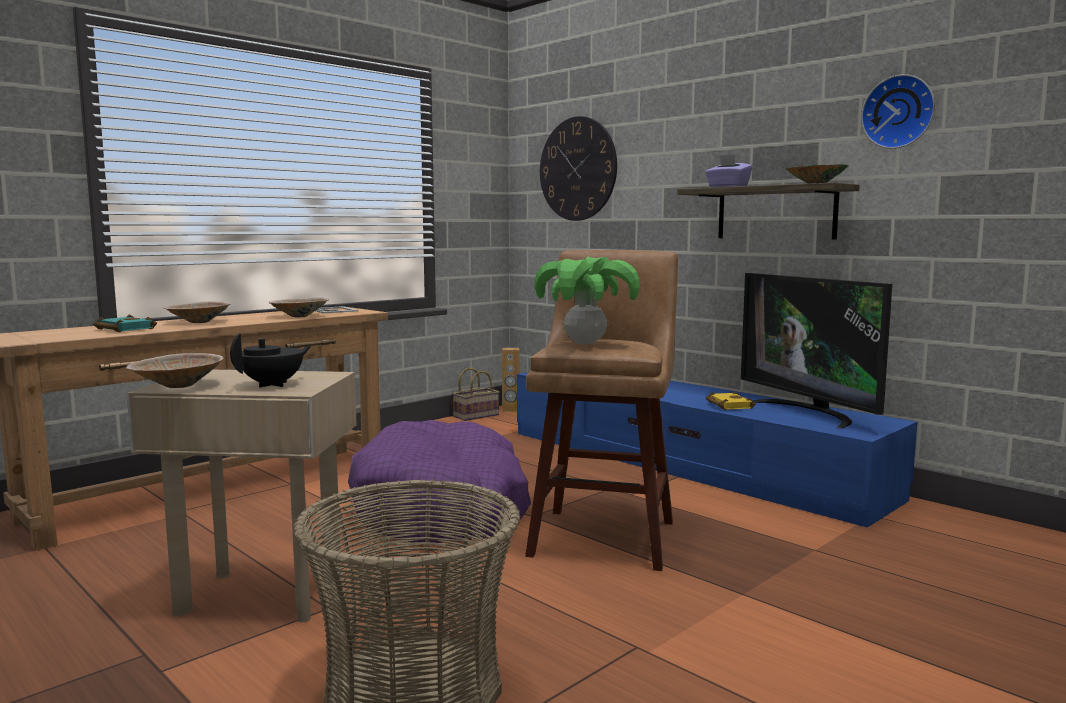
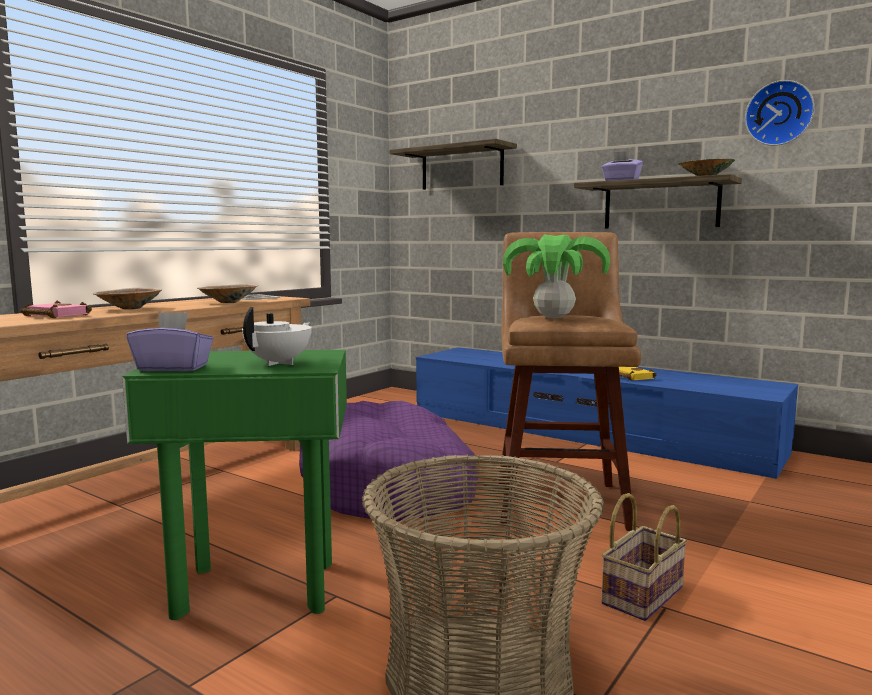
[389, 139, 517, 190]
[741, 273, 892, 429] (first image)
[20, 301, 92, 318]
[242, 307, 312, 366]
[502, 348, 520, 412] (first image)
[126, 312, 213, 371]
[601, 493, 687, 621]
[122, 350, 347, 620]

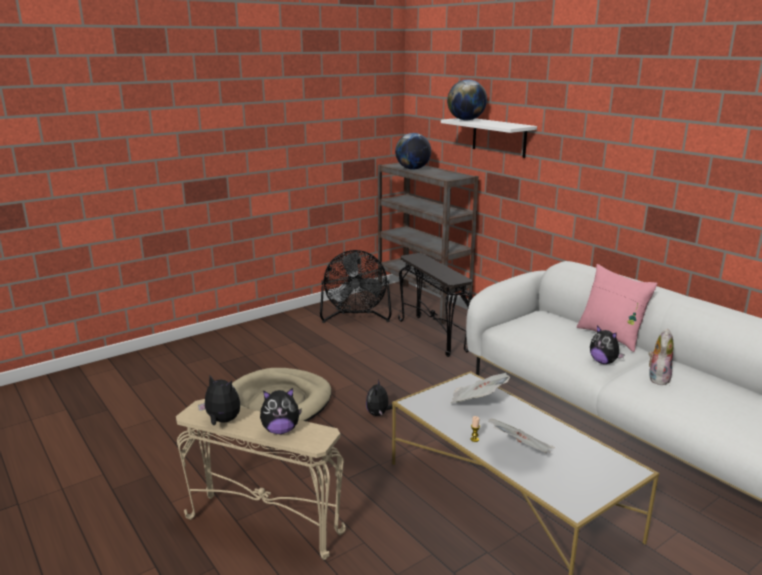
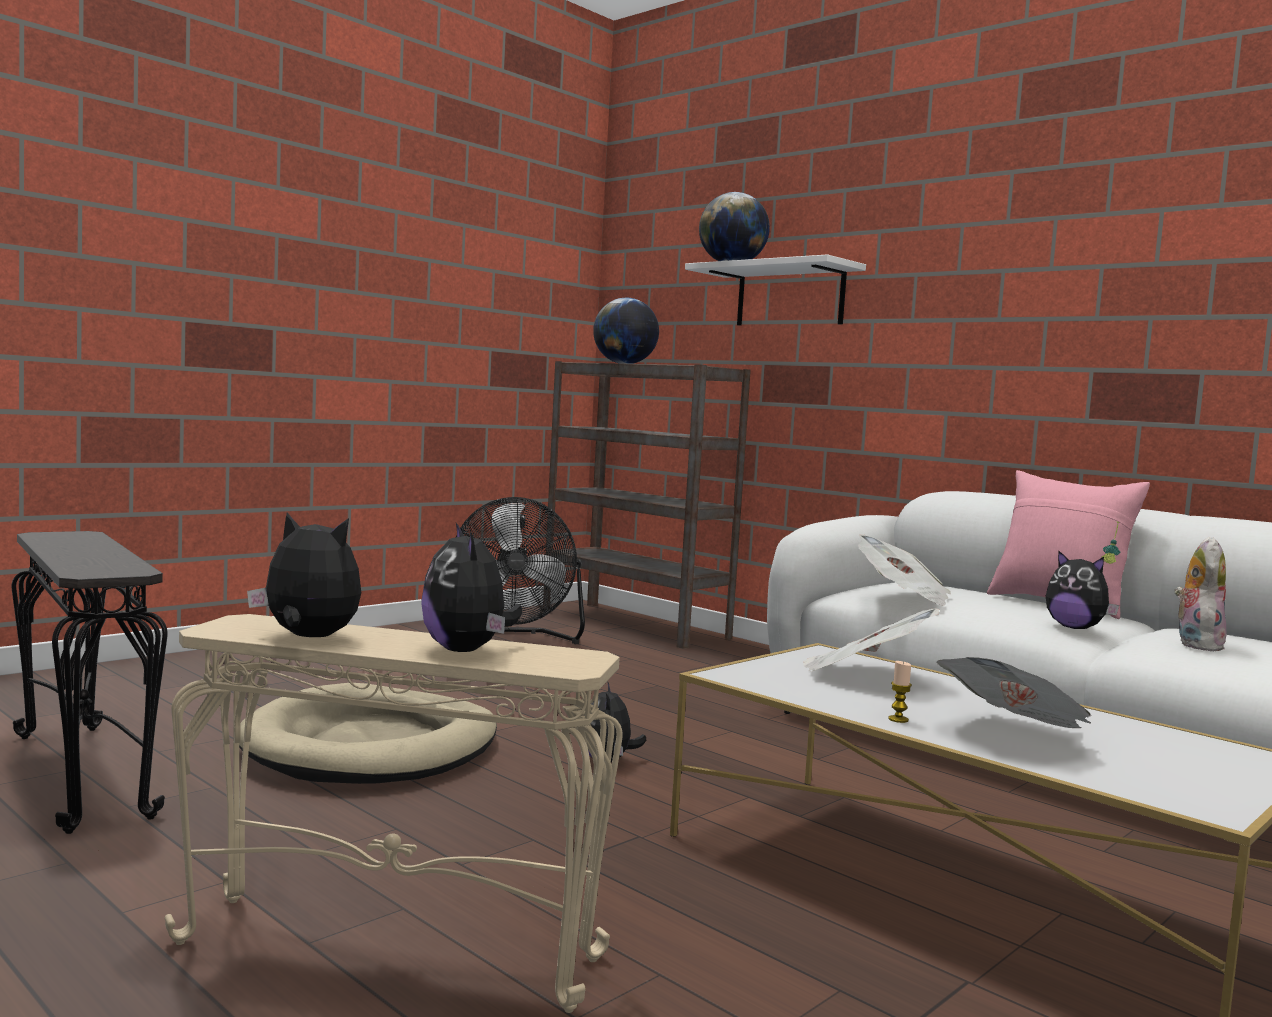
[11, 531, 168, 834]
[421, 523, 522, 652]
[858, 534, 951, 606]

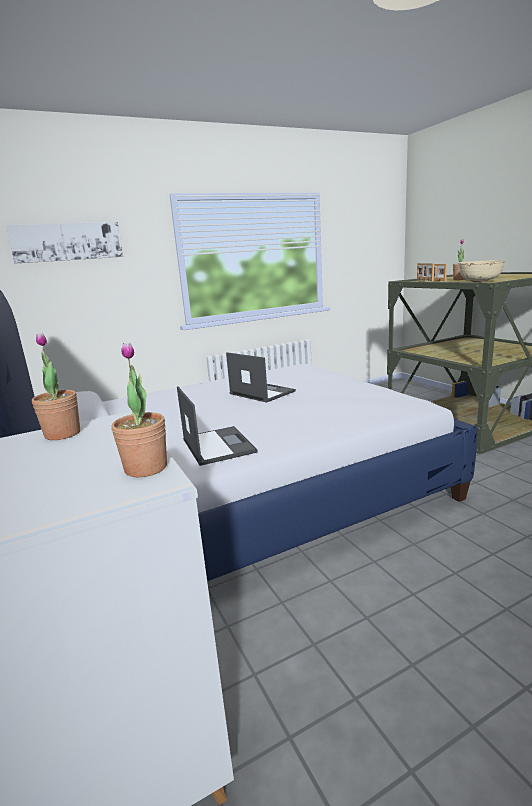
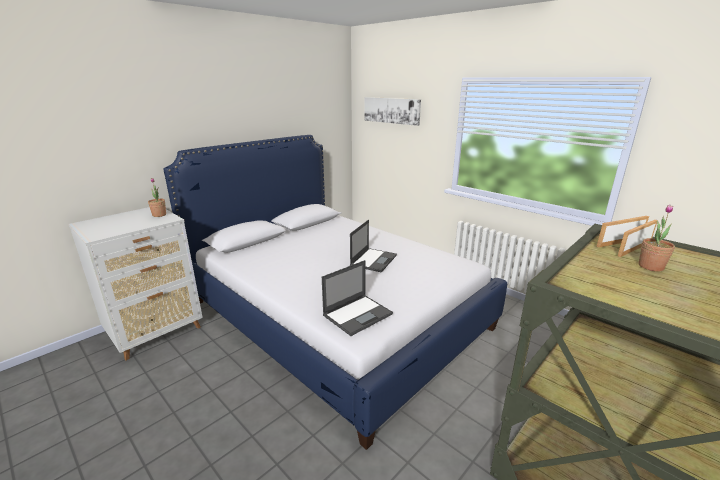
[458, 260, 505, 282] (first image)
[112, 343, 167, 478] (first image)
[322, 260, 393, 336]

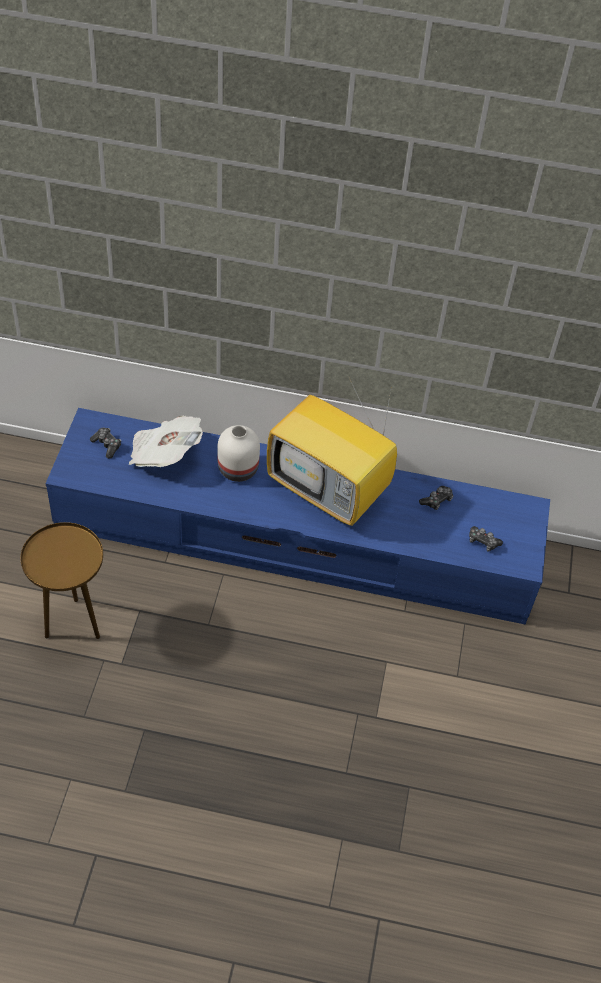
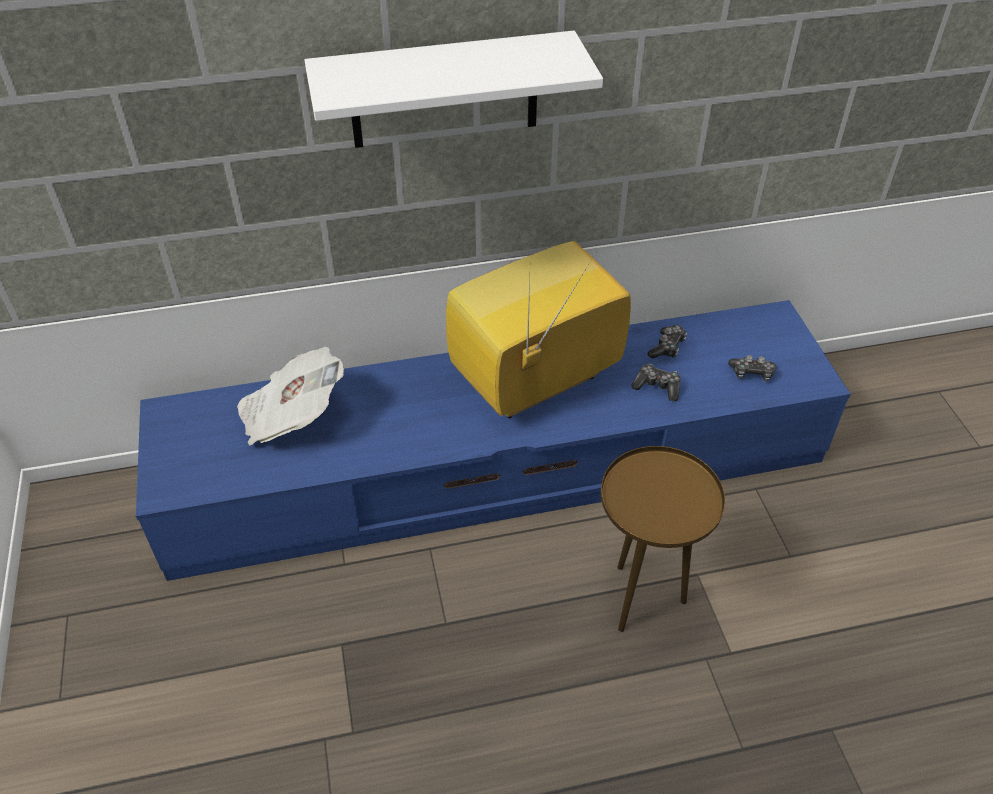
[446, 241, 631, 418]
[217, 425, 260, 482] (first image)
[631, 364, 681, 402]
[601, 446, 725, 632]
[305, 31, 603, 148]

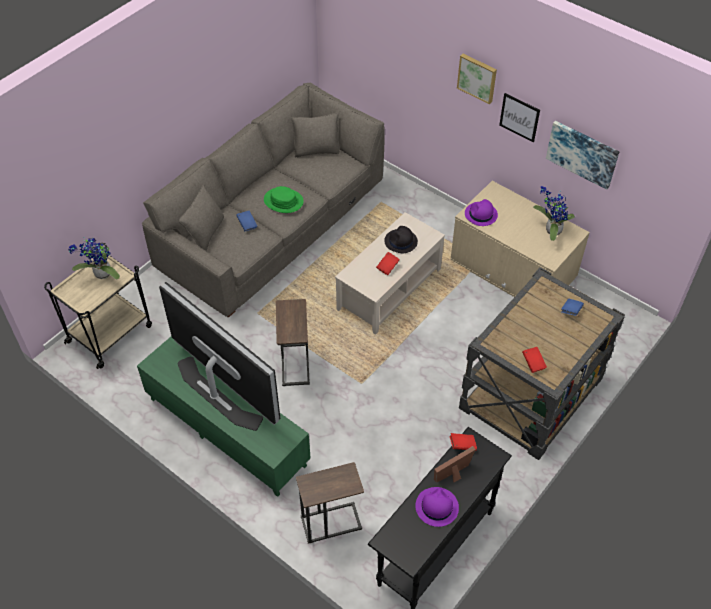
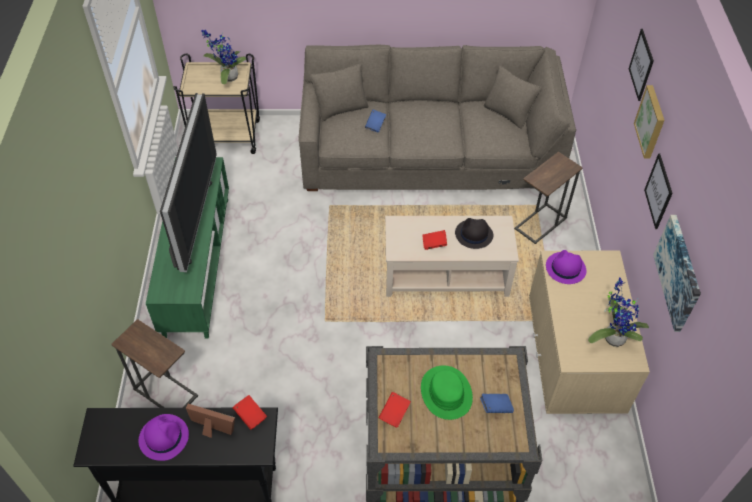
[421, 366, 473, 420]
[514, 152, 583, 244]
[629, 29, 654, 101]

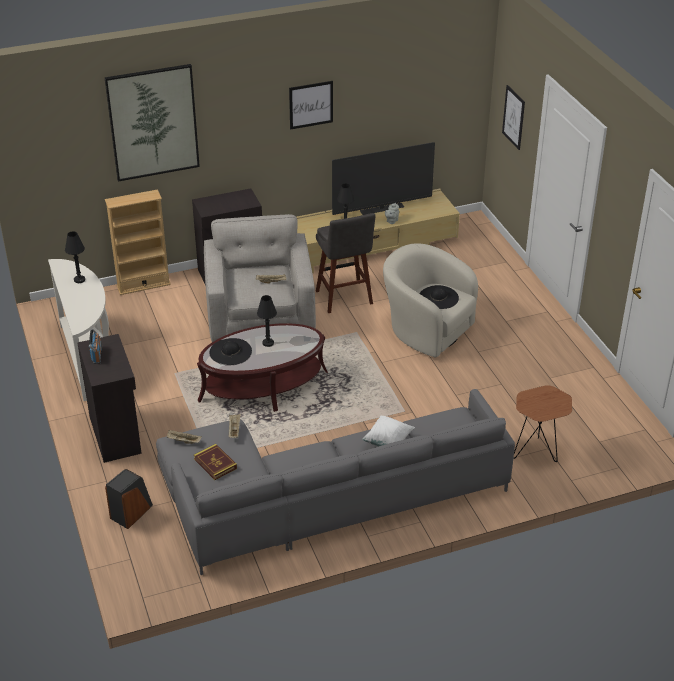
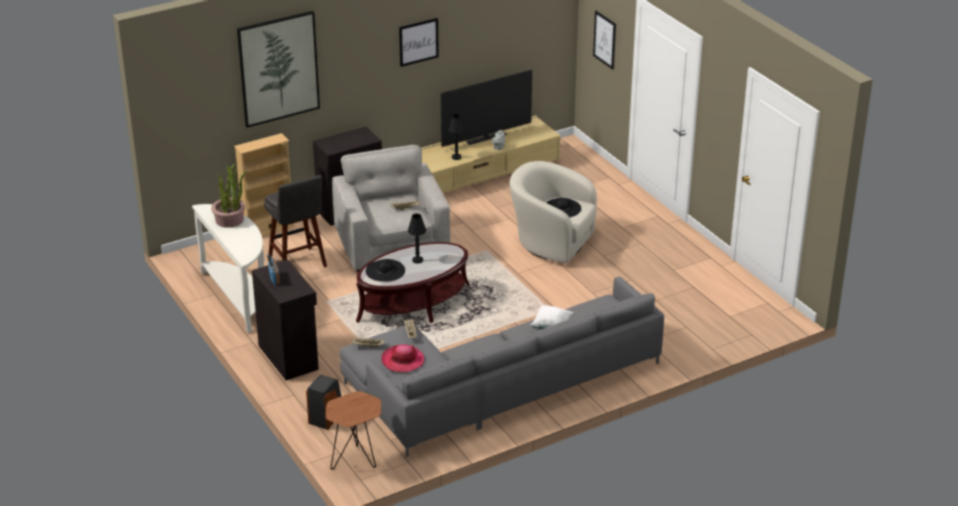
[264, 175, 327, 267]
[211, 164, 246, 227]
[326, 391, 381, 469]
[381, 344, 424, 372]

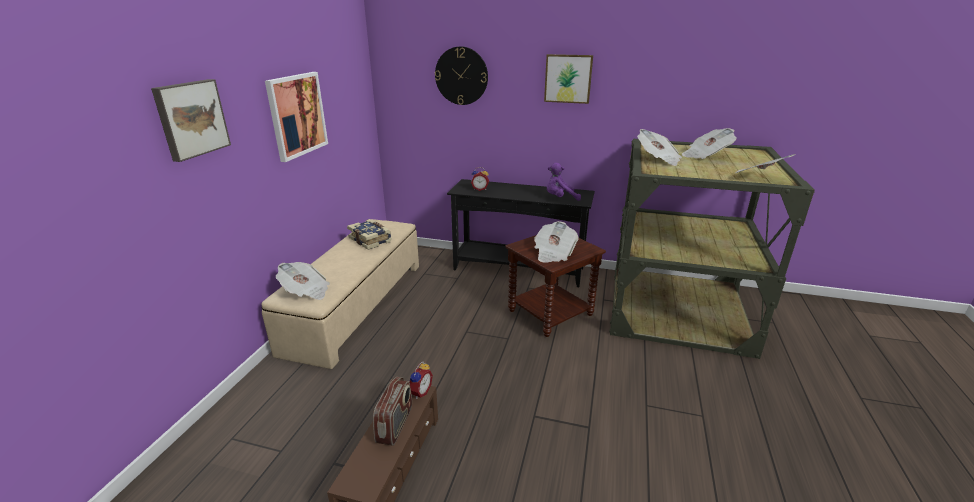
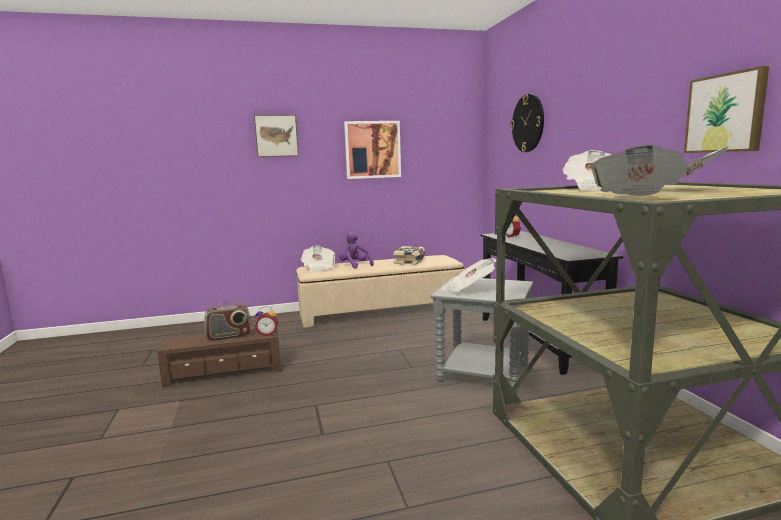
[684, 66, 769, 153]
[339, 232, 374, 268]
[430, 276, 533, 393]

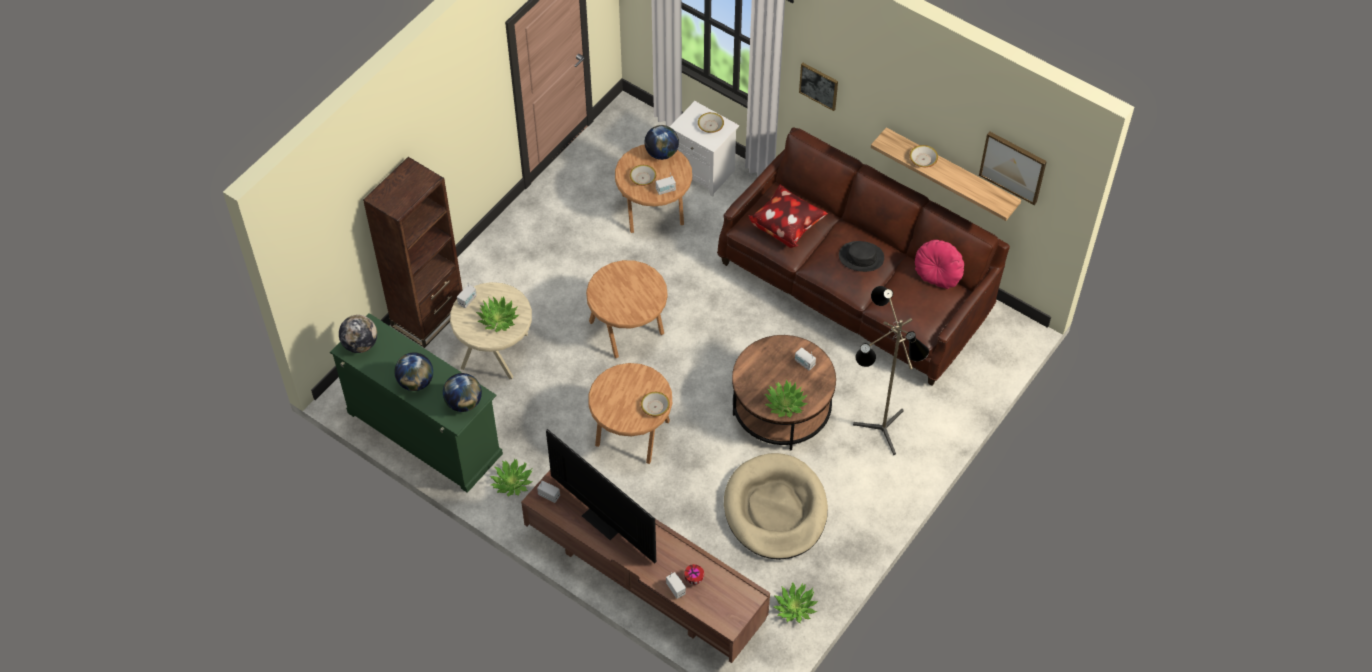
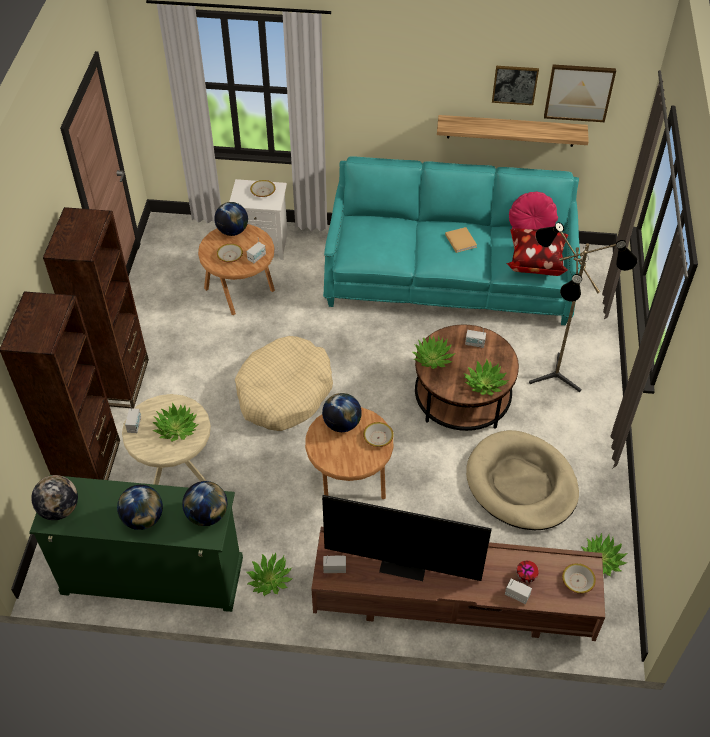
[492, 66, 539, 105]
[323, 156, 581, 325]
[562, 563, 596, 594]
[506, 229, 568, 276]
[445, 227, 477, 253]
[235, 336, 333, 431]
[43, 207, 149, 409]
[412, 336, 455, 369]
[322, 393, 362, 432]

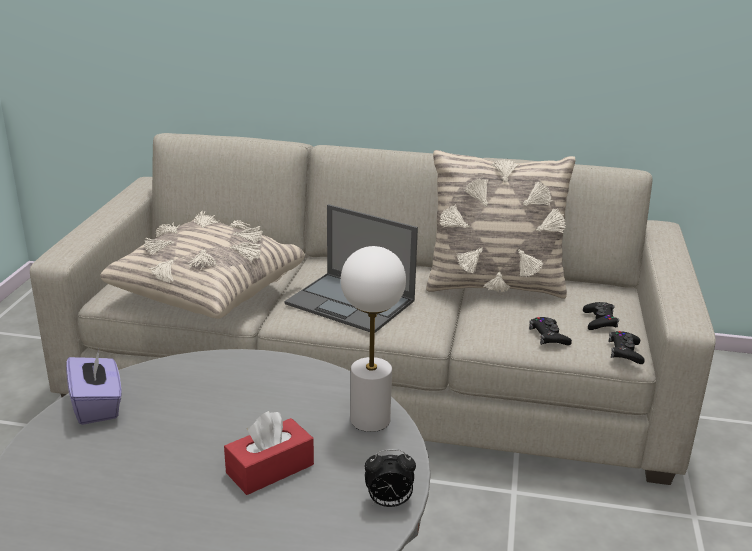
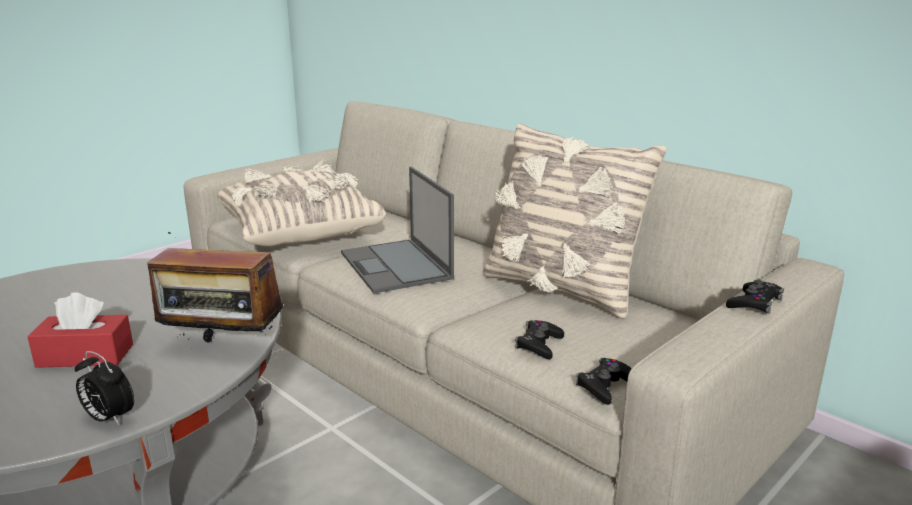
[148, 232, 283, 343]
[726, 280, 784, 314]
[66, 349, 122, 425] (first image)

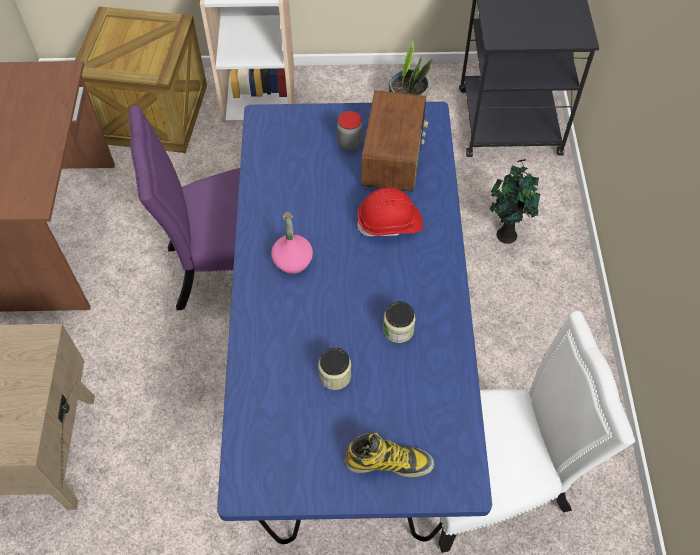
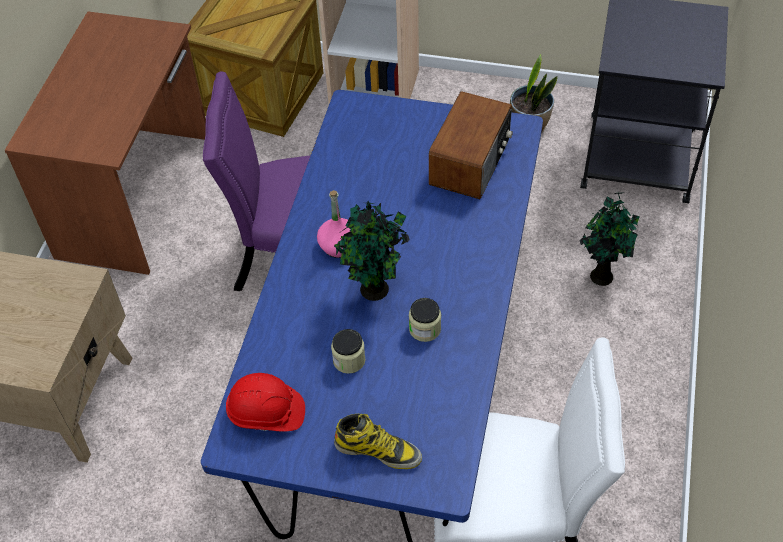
[337, 111, 362, 151] (first image)
[226, 373, 305, 432]
[334, 201, 409, 301]

